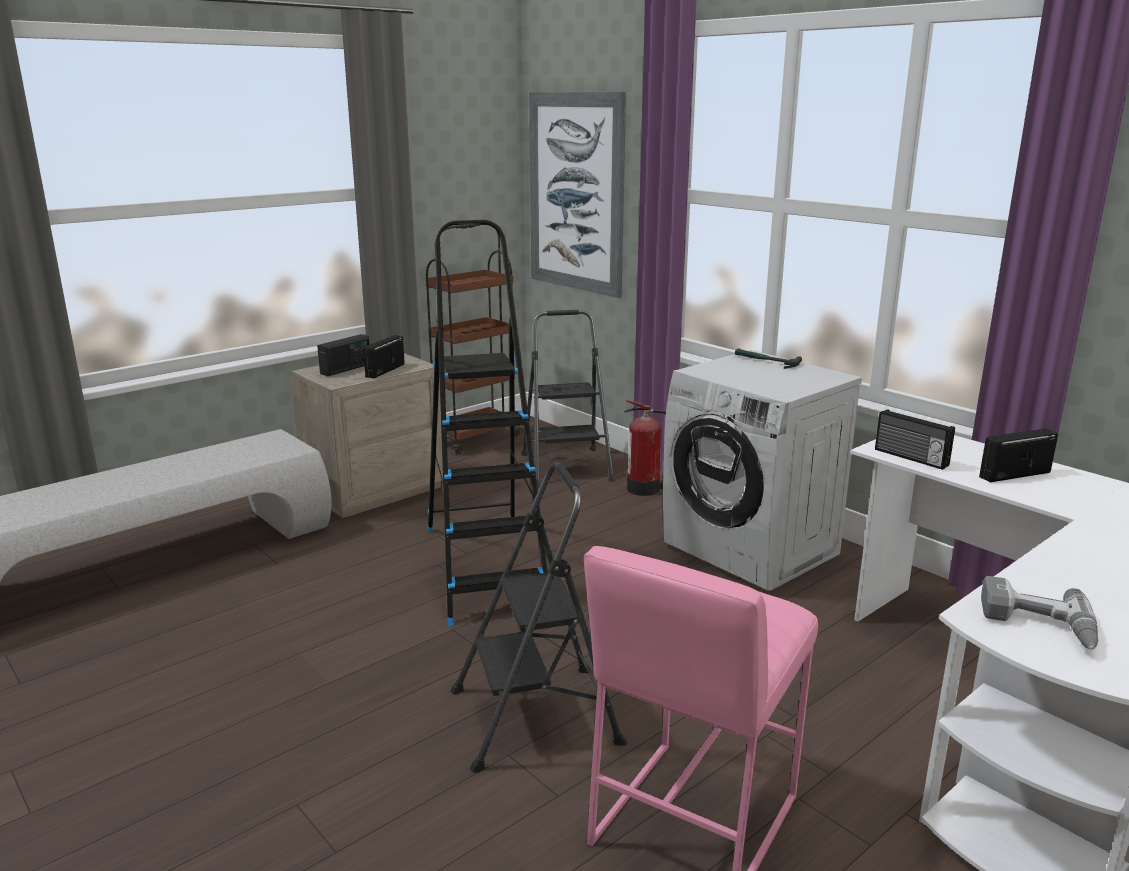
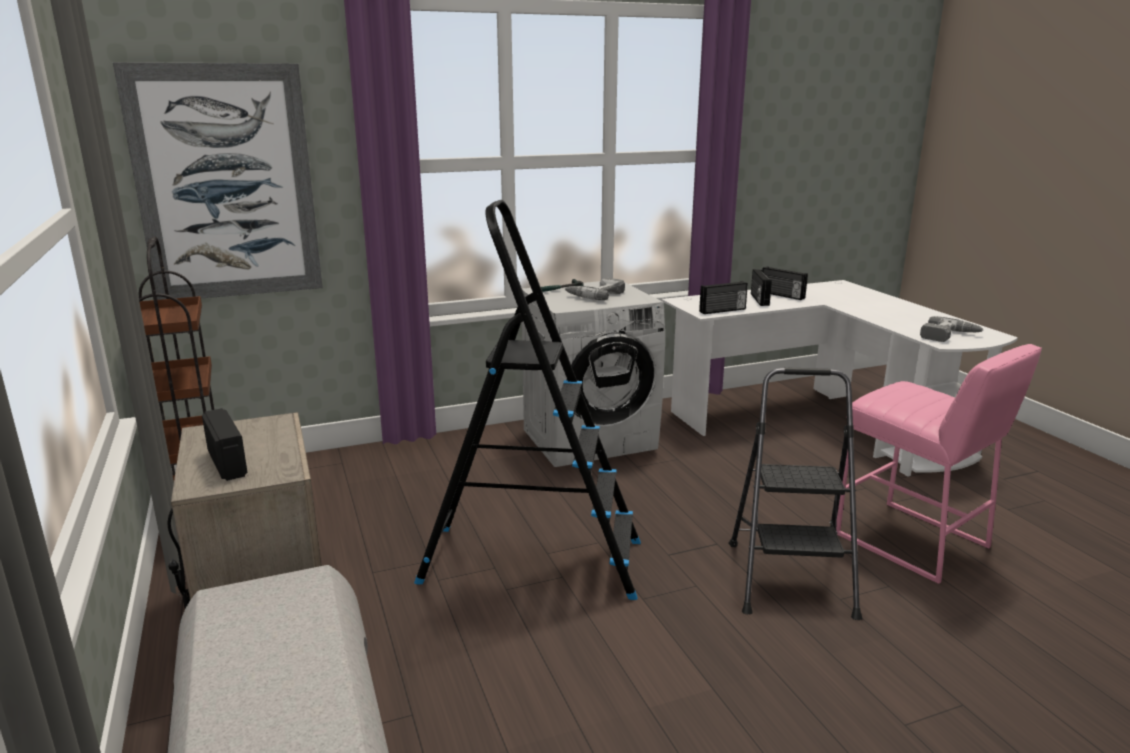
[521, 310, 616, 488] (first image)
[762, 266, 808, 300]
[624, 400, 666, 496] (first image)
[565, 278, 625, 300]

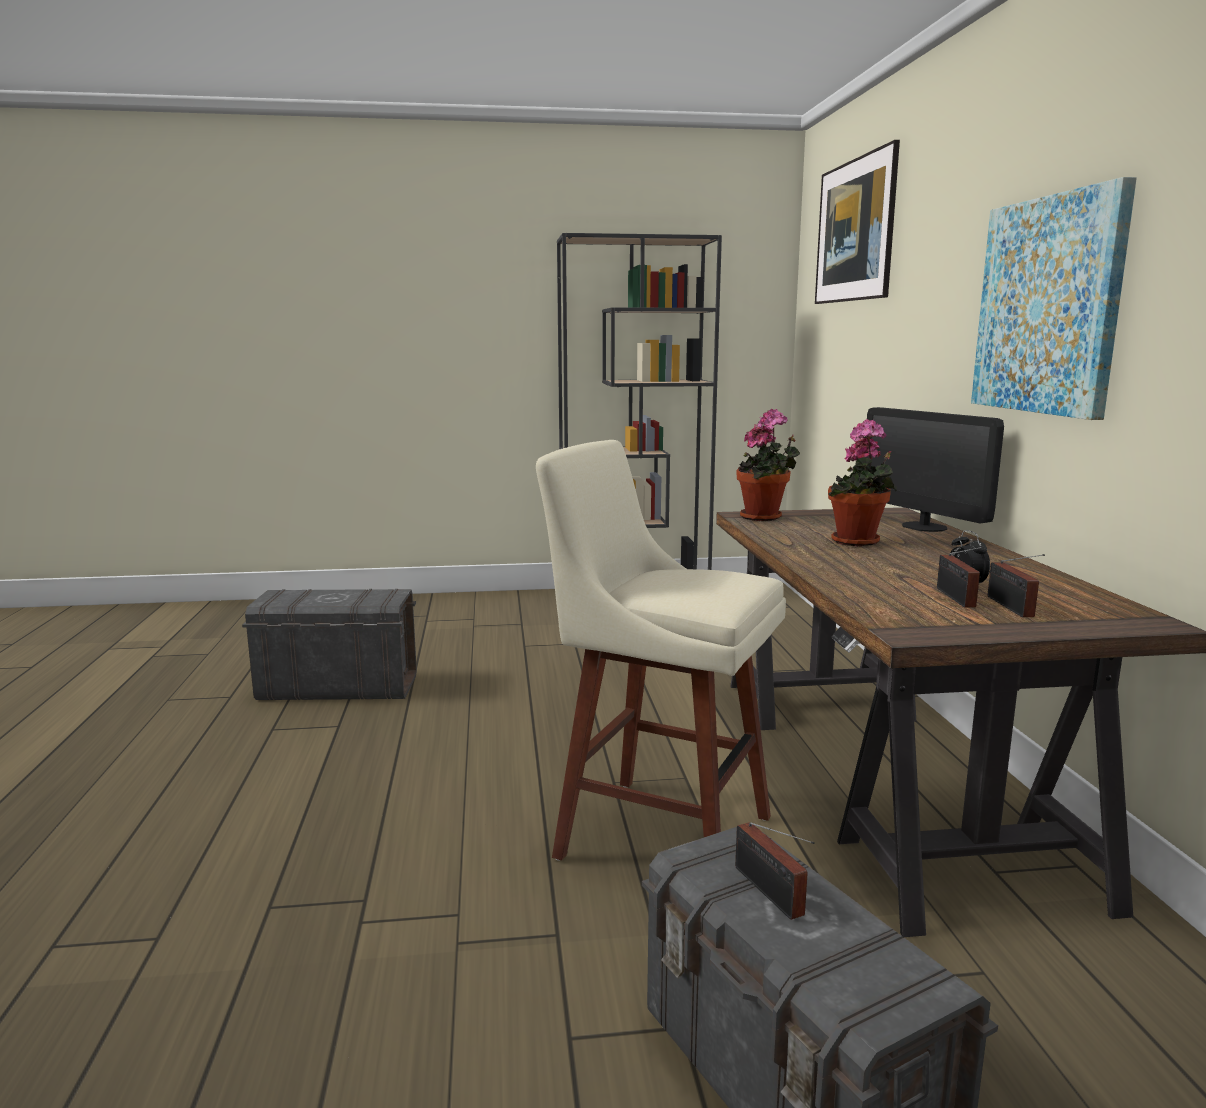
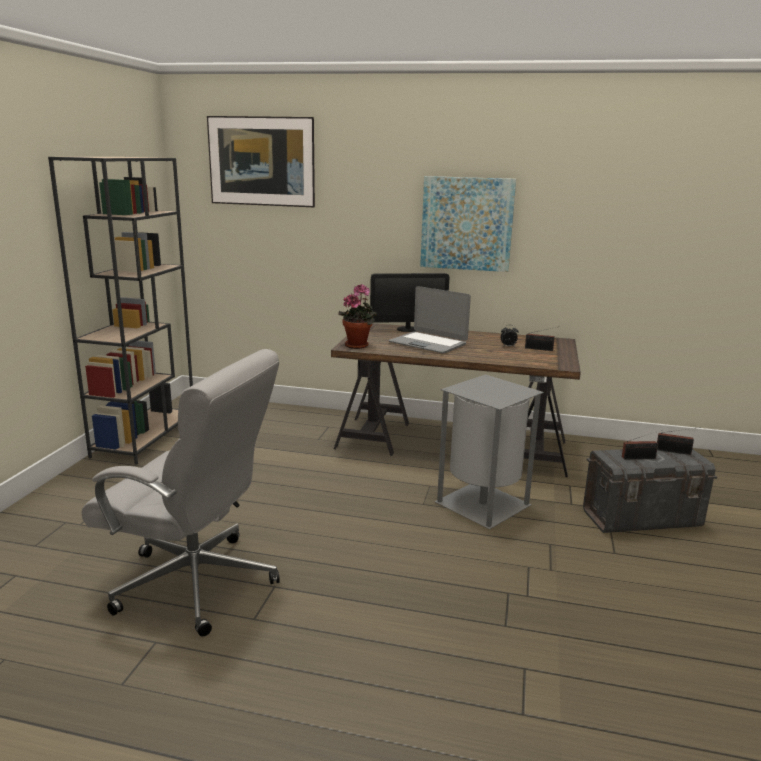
[389, 286, 471, 353]
[434, 374, 544, 530]
[657, 427, 700, 455]
[82, 349, 280, 636]

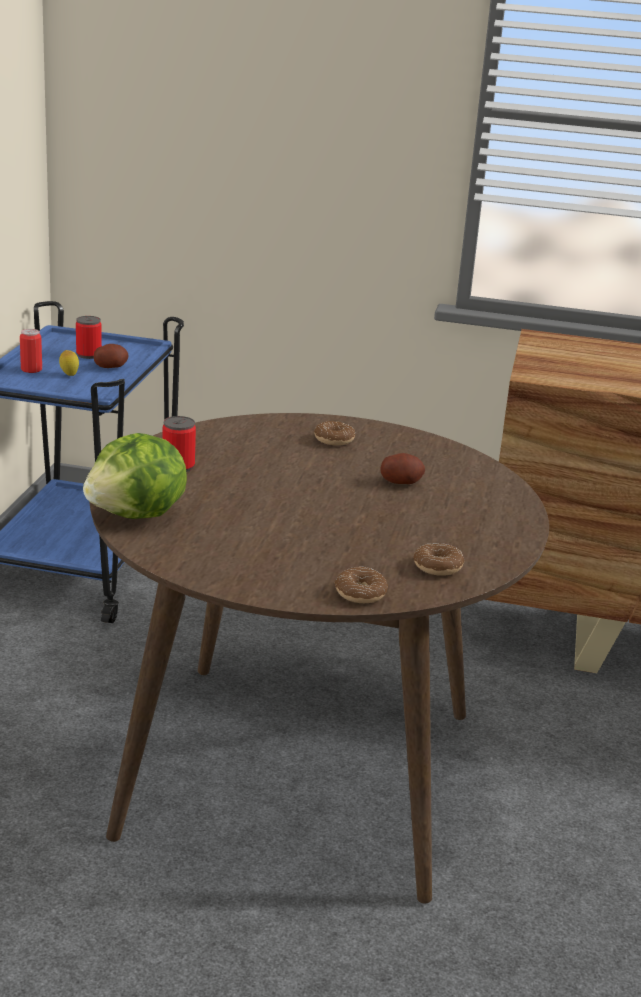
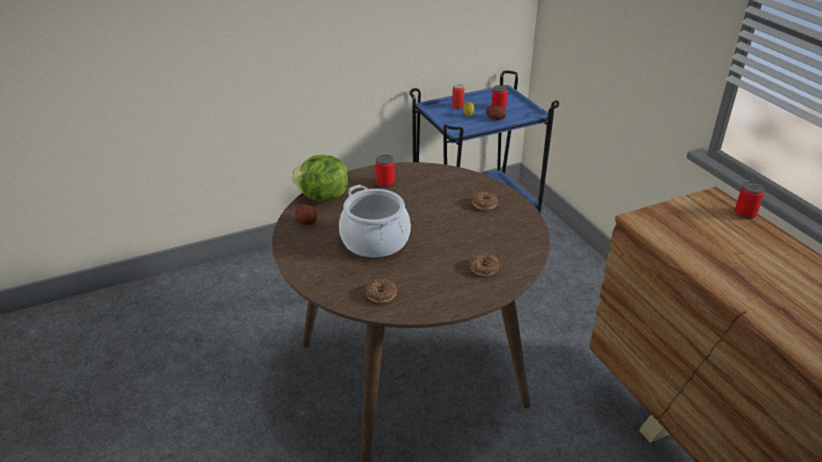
[295, 204, 317, 225]
[469, 254, 499, 276]
[735, 182, 765, 219]
[339, 185, 411, 258]

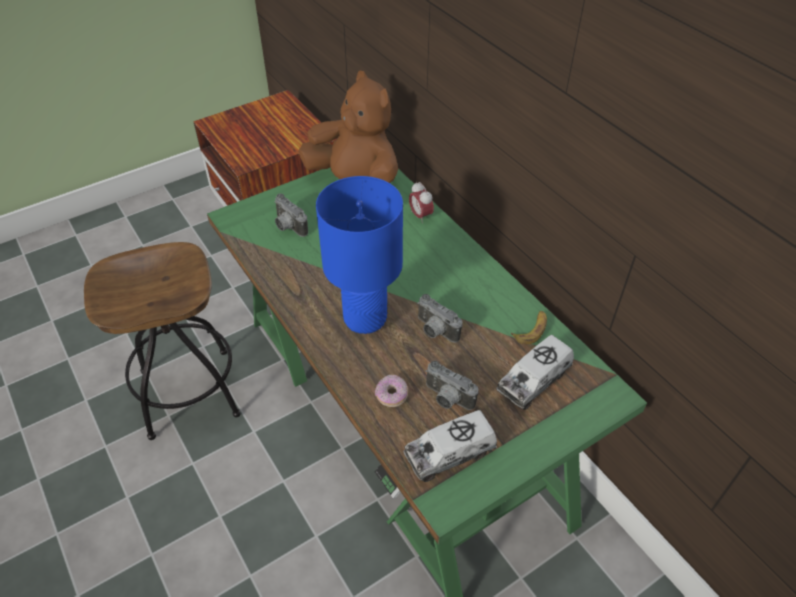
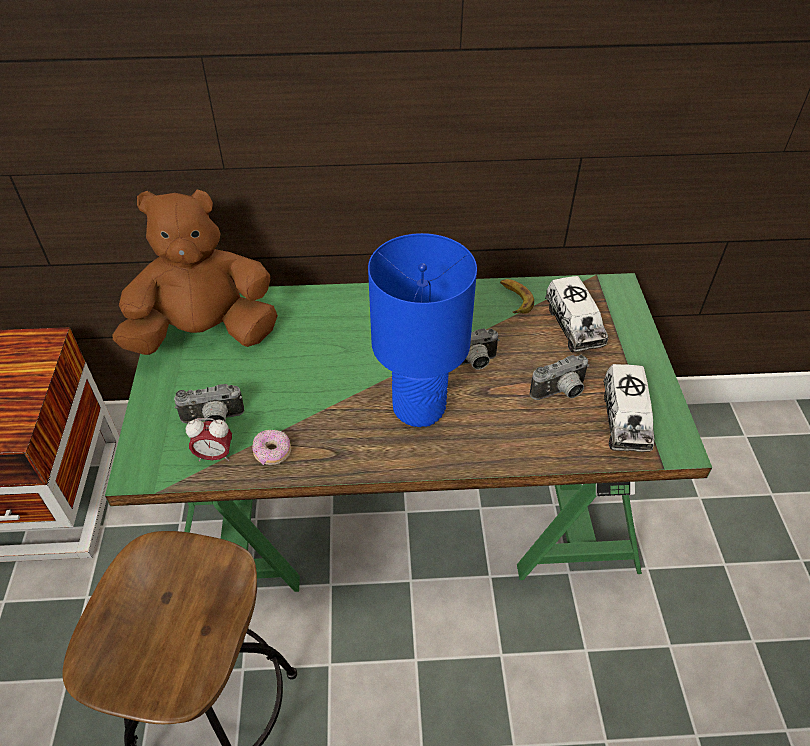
[186, 418, 232, 461]
[252, 430, 291, 465]

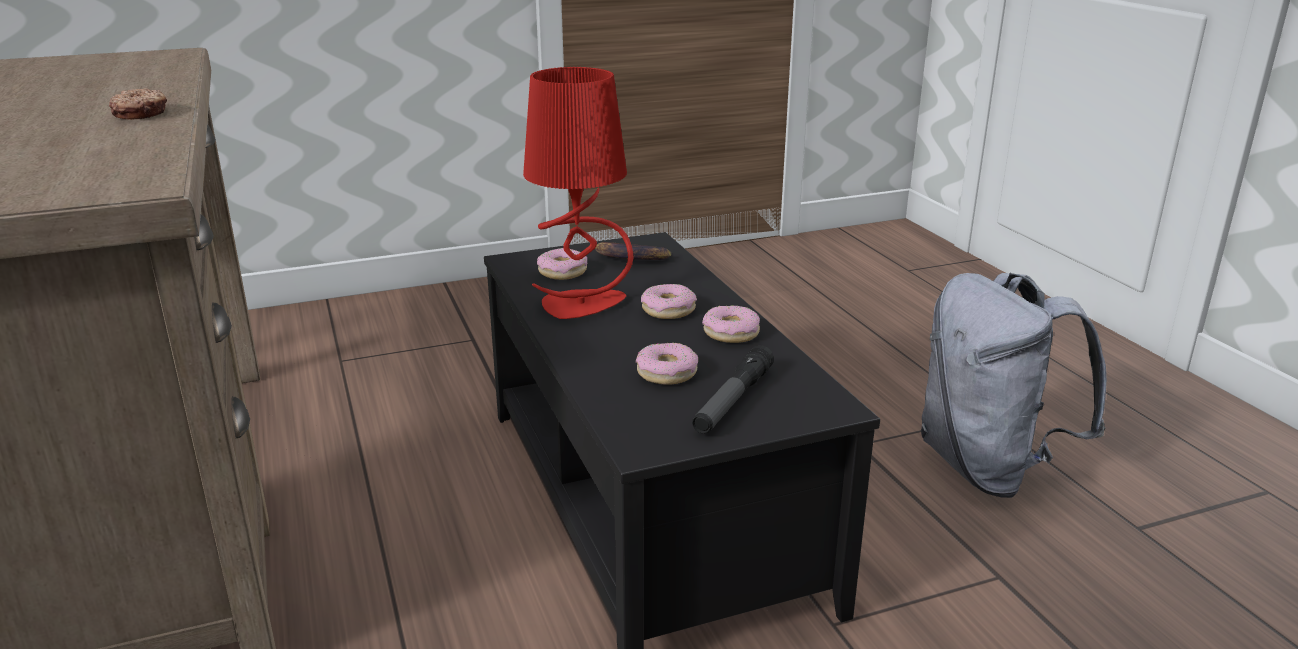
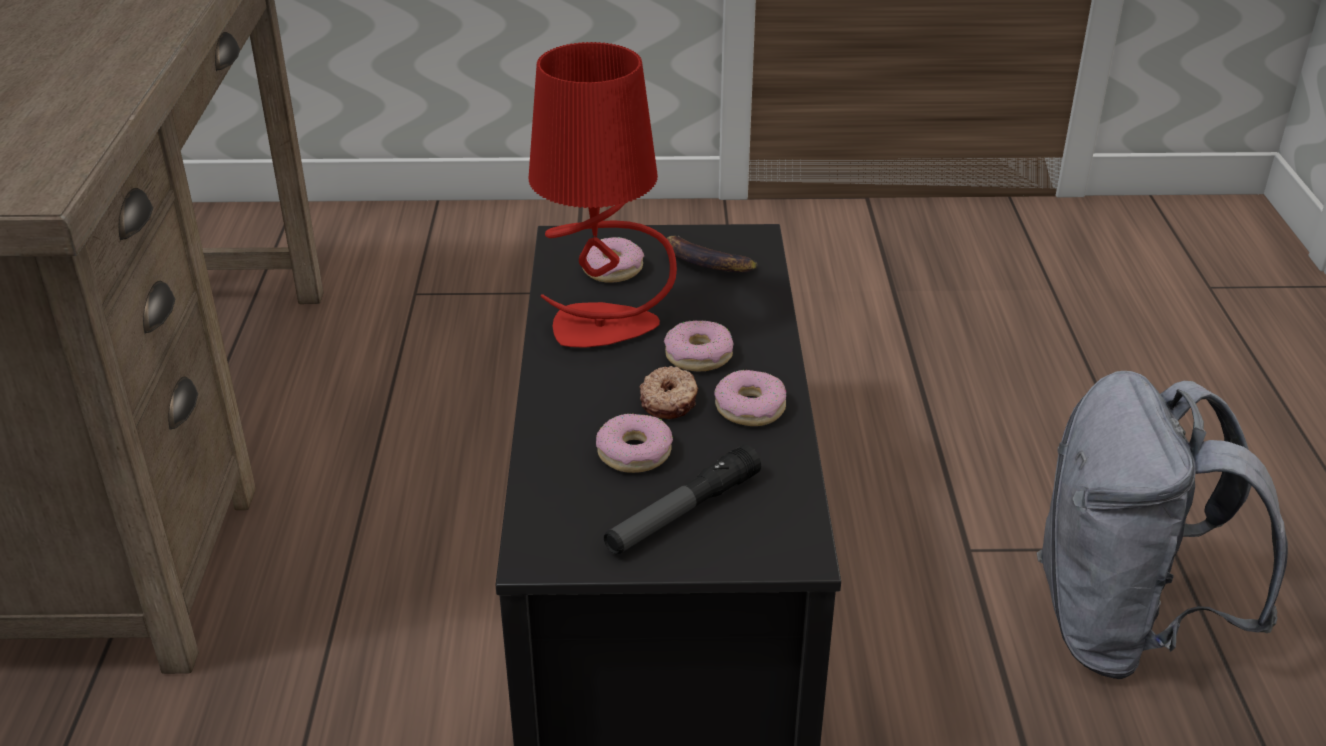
[639, 366, 698, 419]

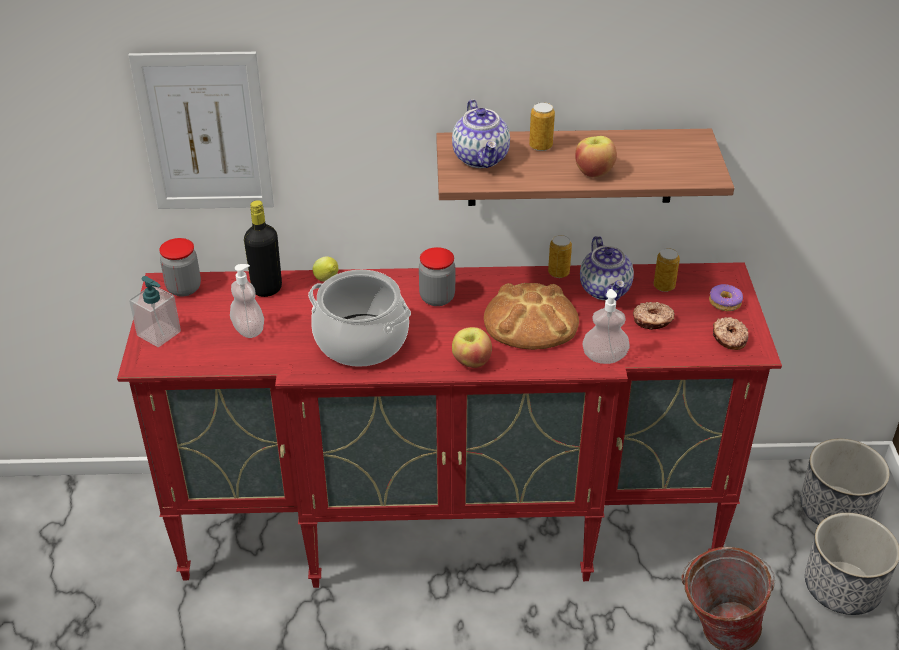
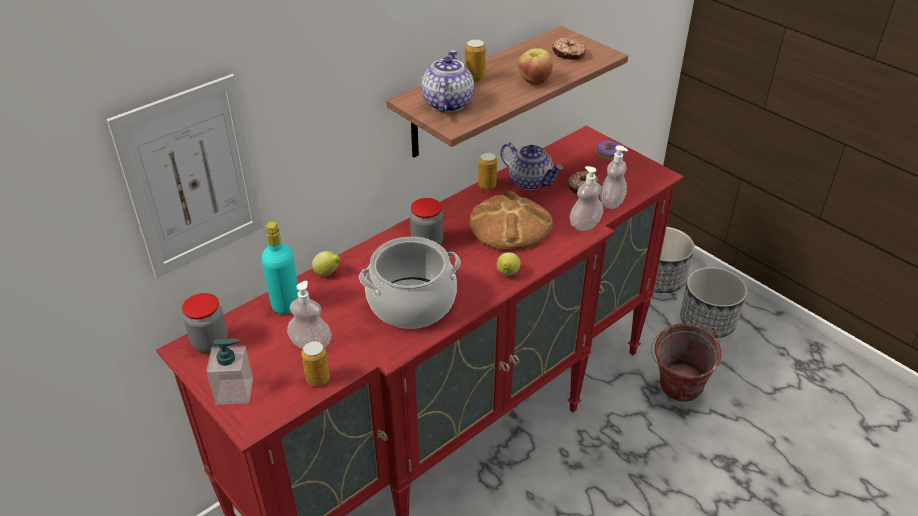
[421, 50, 474, 113]
[261, 221, 299, 315]
[301, 341, 330, 386]
[552, 38, 587, 60]
[497, 252, 521, 276]
[600, 145, 628, 209]

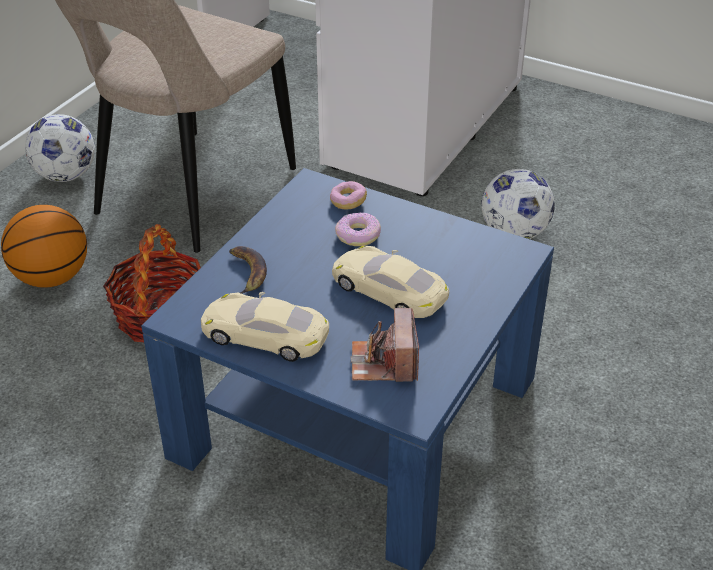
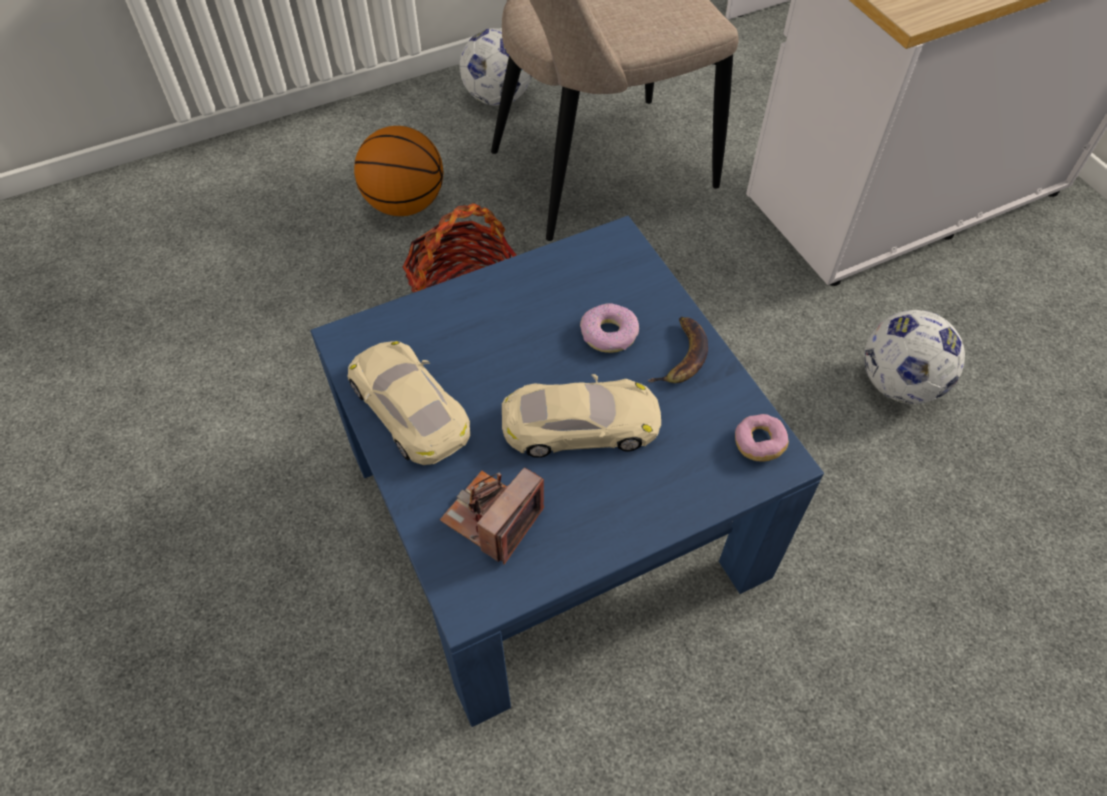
[735, 414, 789, 462]
[647, 317, 708, 383]
[502, 374, 661, 458]

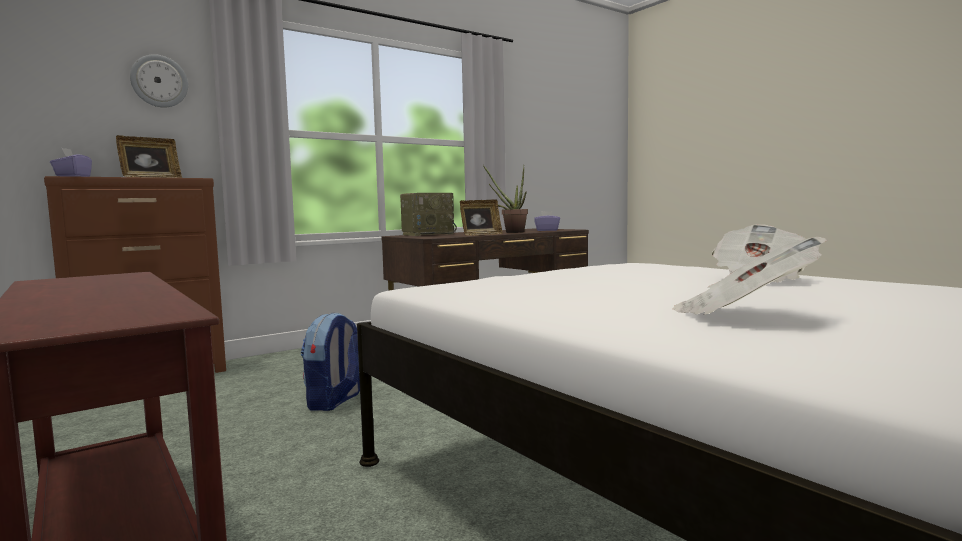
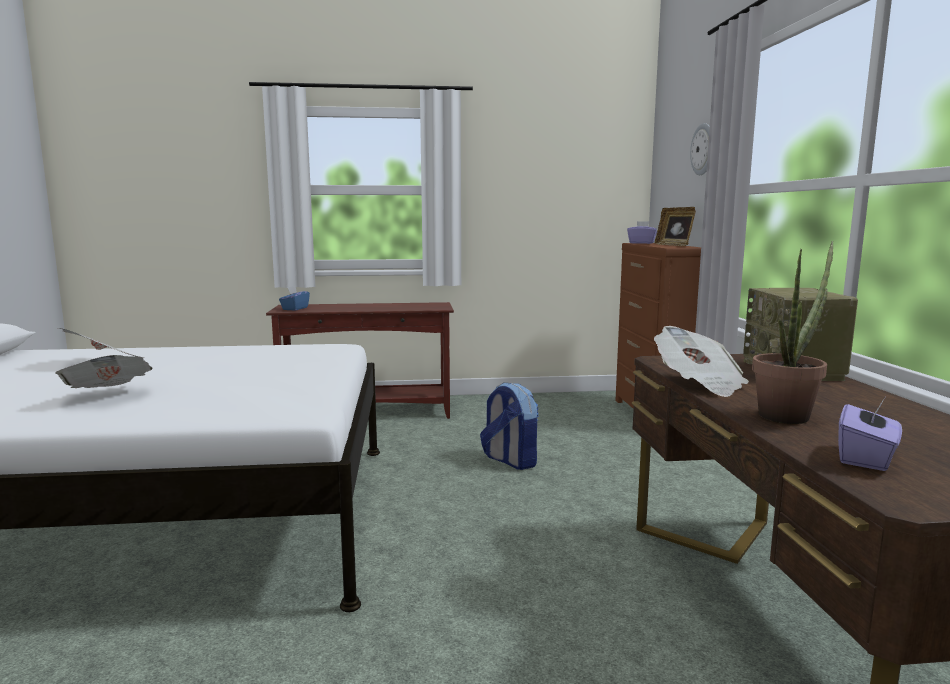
[654, 326, 749, 397]
[279, 286, 310, 310]

